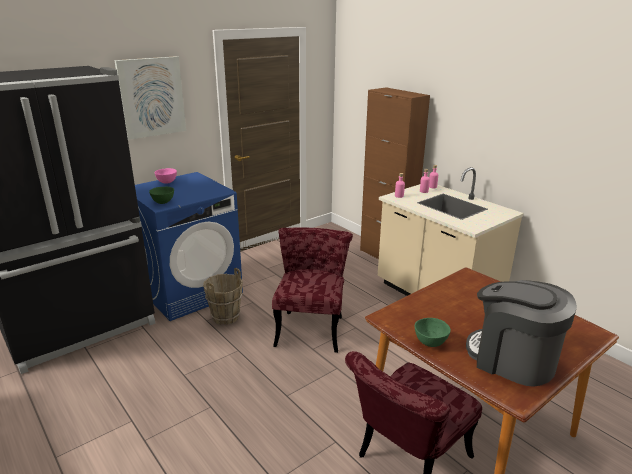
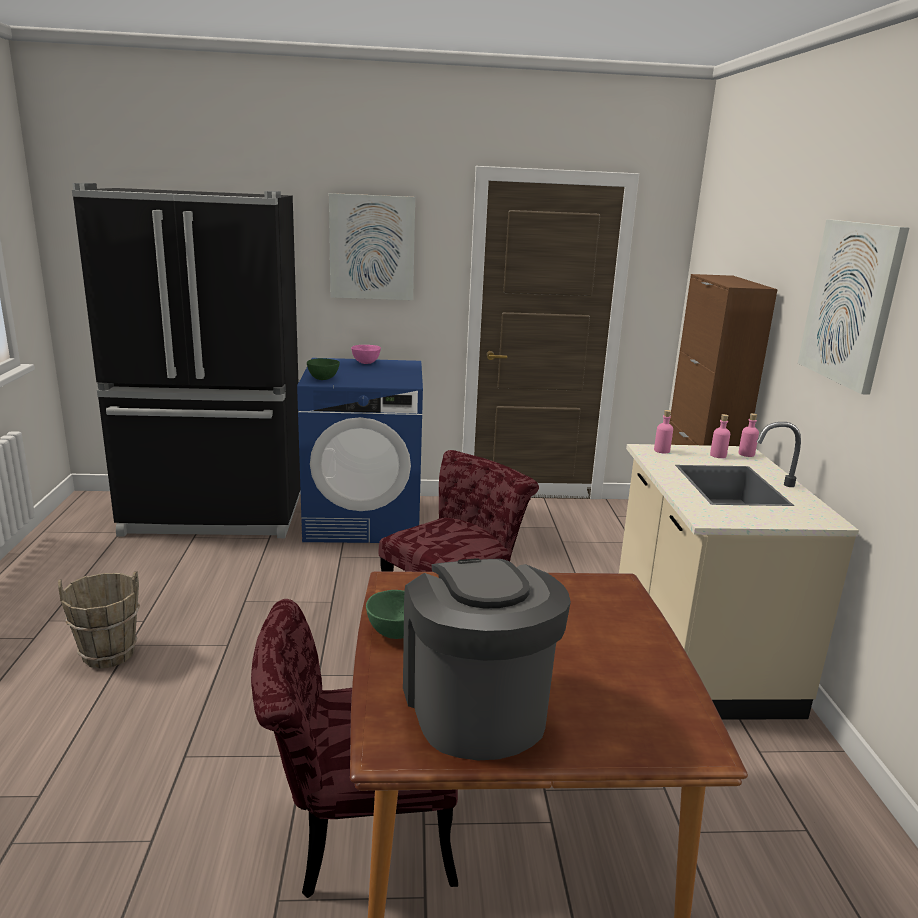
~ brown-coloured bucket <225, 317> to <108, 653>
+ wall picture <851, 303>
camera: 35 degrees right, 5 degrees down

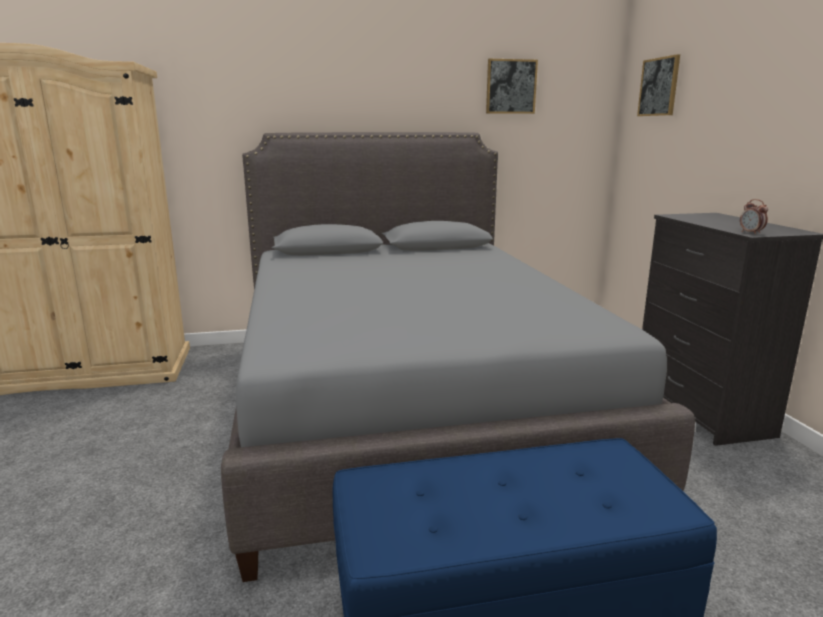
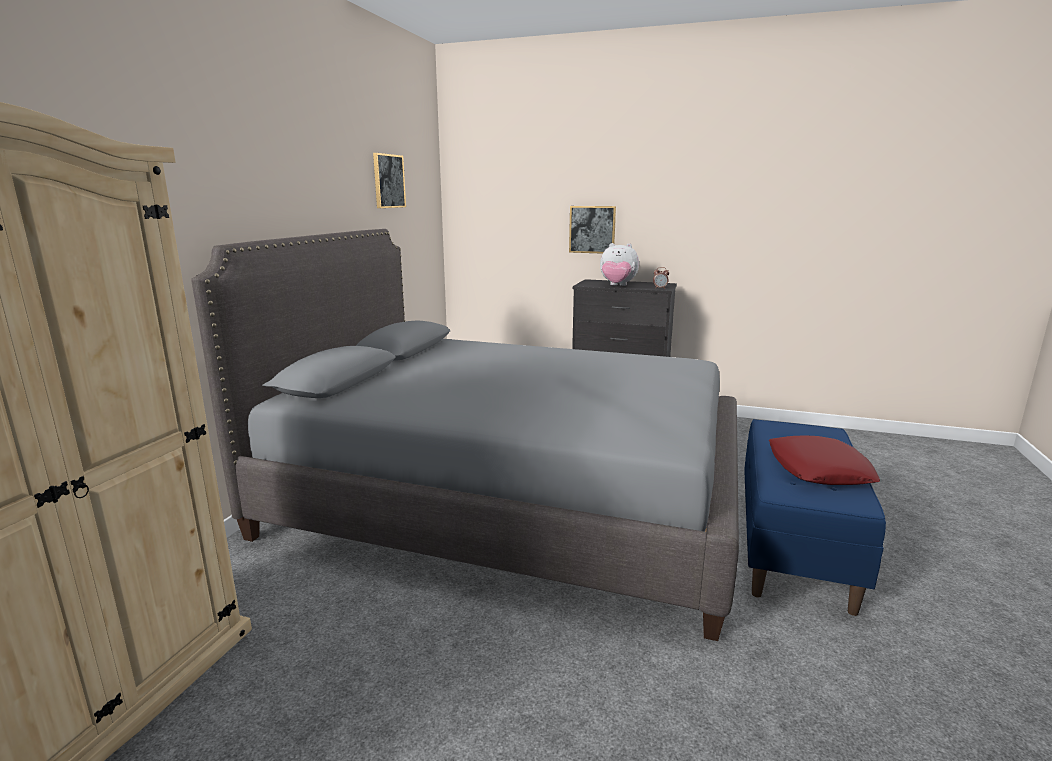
~ wall picture <659, 87> to <592, 229>
+ cuddly toy <617, 286>
+ red throw pillow <818, 469>
camera: 60 degrees left, 0 degrees up

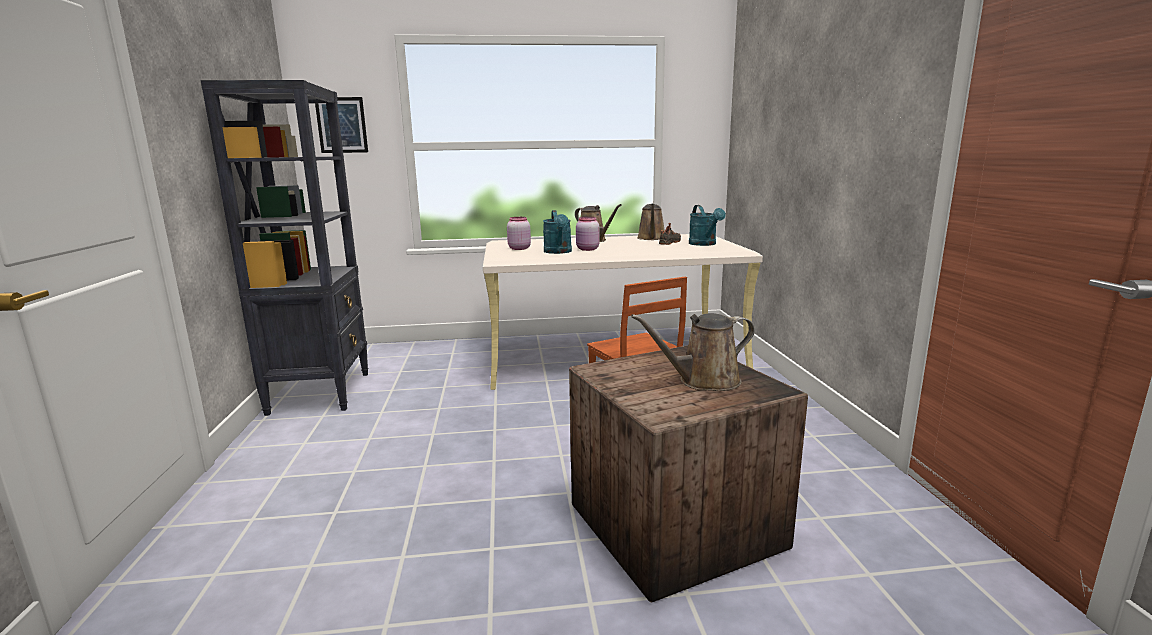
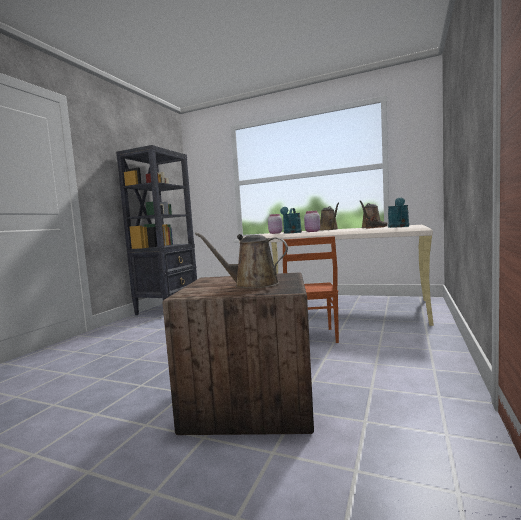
- wall picture <341, 125>
camera: 30 degrees right, 10 degrees down

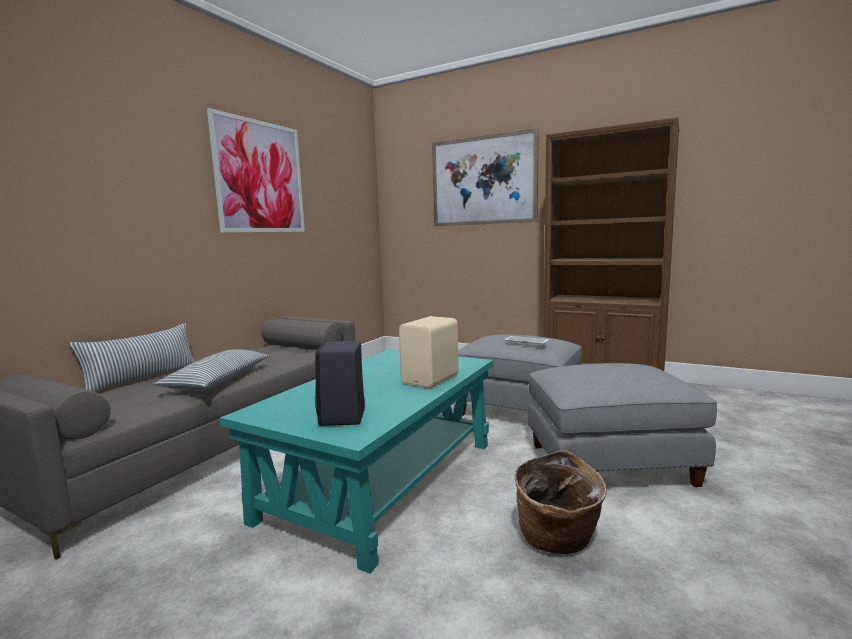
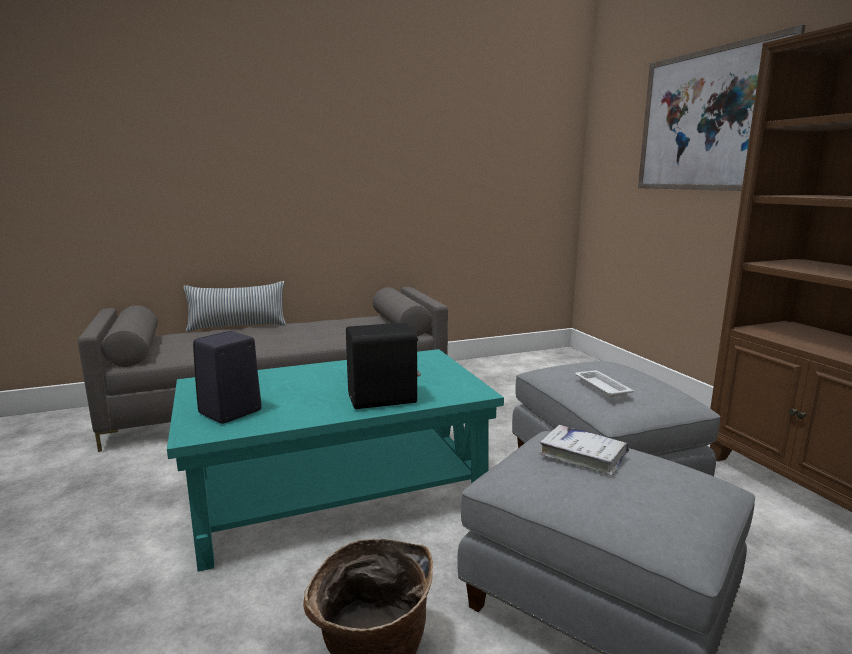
- wall picture <260, 177>
~ sand-coloured speaker <432, 379> to black-coloured speaker <383, 400>
- throw pillow <218, 380>
+ white-coloured book <583, 456>
camera: 40 degrees right, 5 degrees up

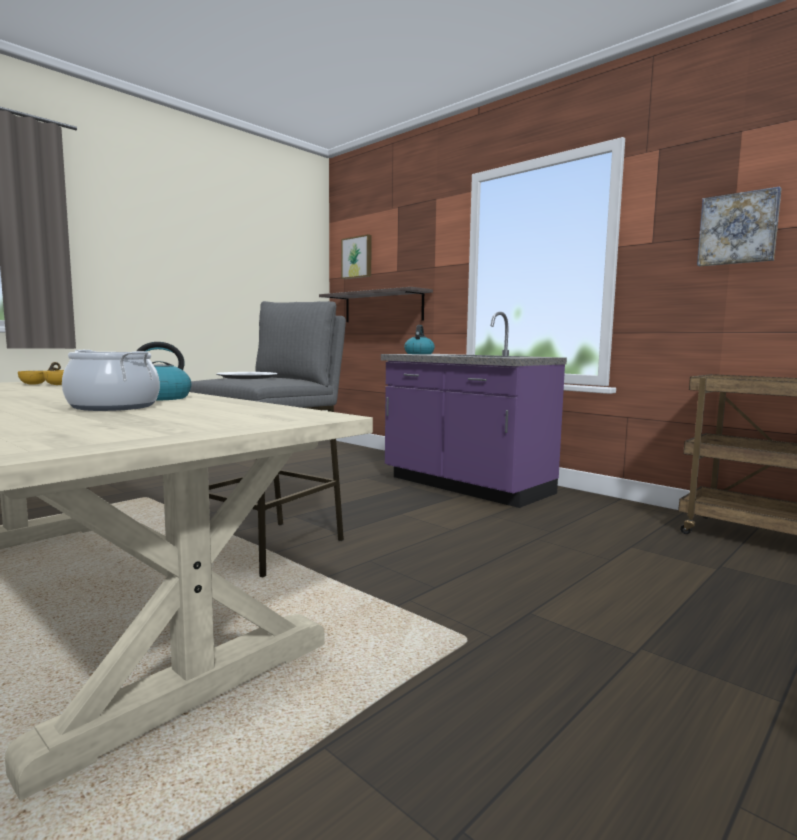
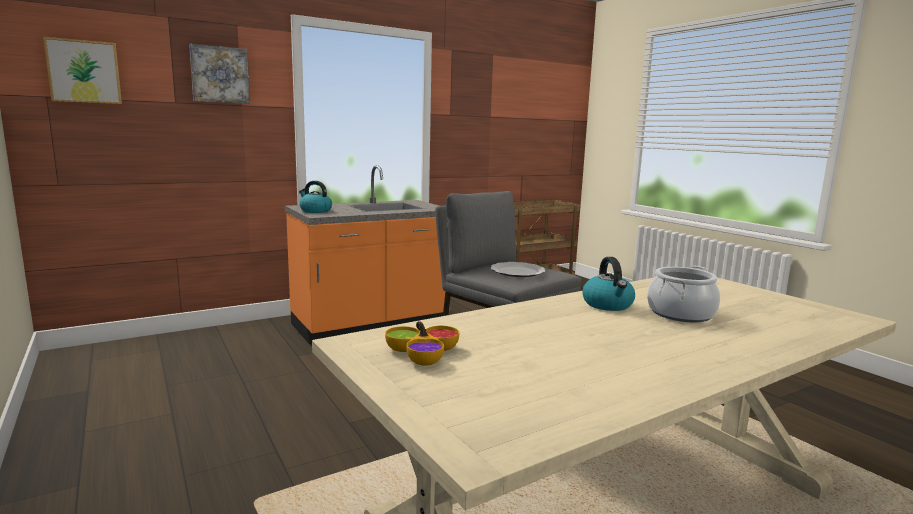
~ wall picture <738, 229> to <220, 75>
- bracket shelf <383, 307>
~ purplish counter <465, 486> to orange counter <371, 324>
camera: 75 degrees left, 5 degrees up

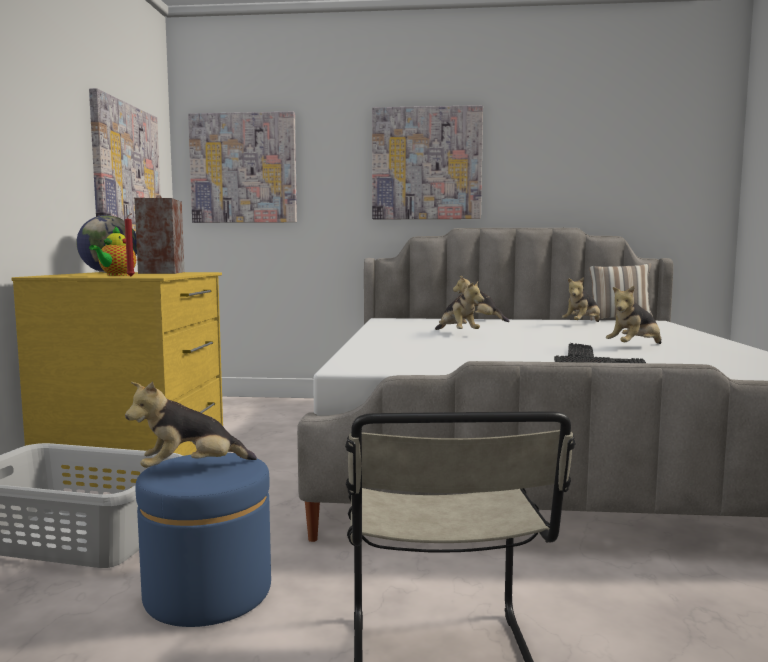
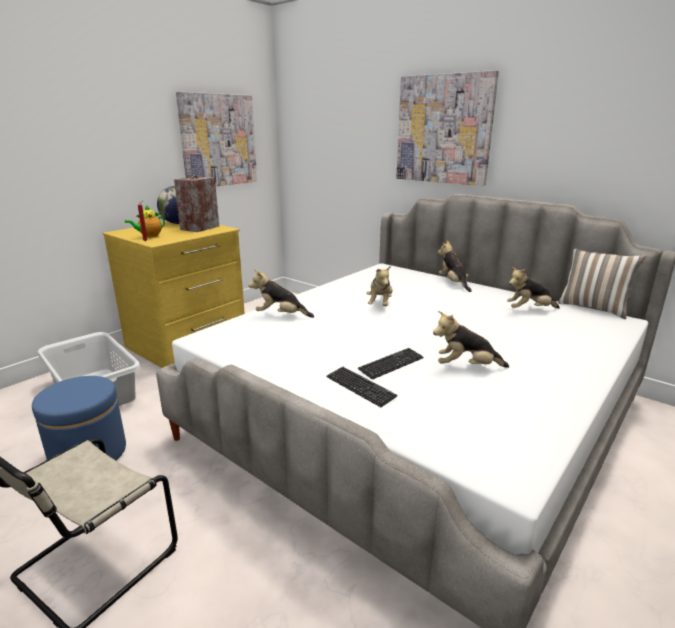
- wall picture <243, 168>
~ cuddly toy <191, 469> to <281, 315>
camera: 35 degrees right, 15 degrees up

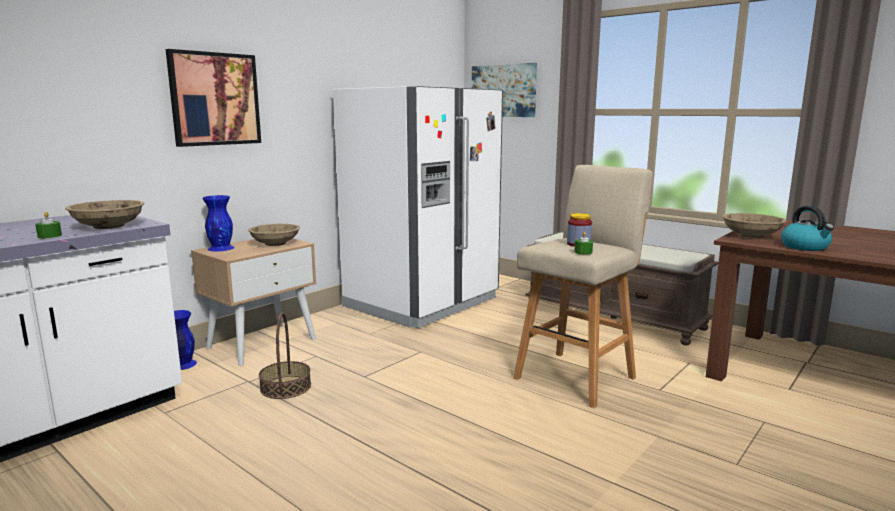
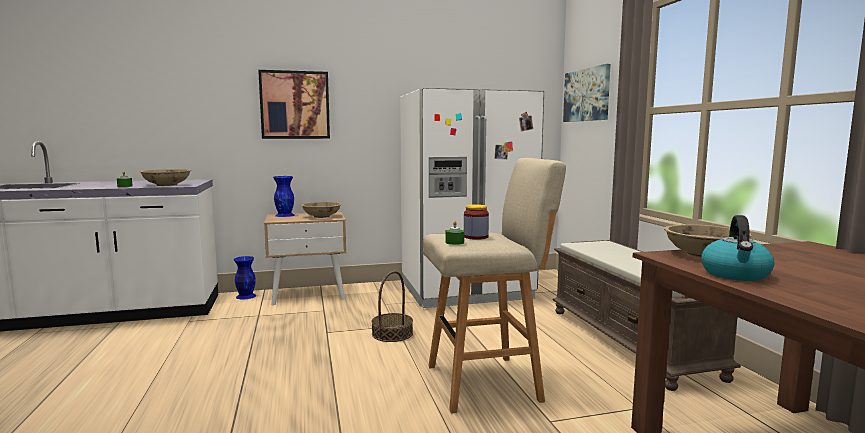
~ storage basket <285, 387> to <392, 334>
camera: 35 degrees right, 5 degrees down

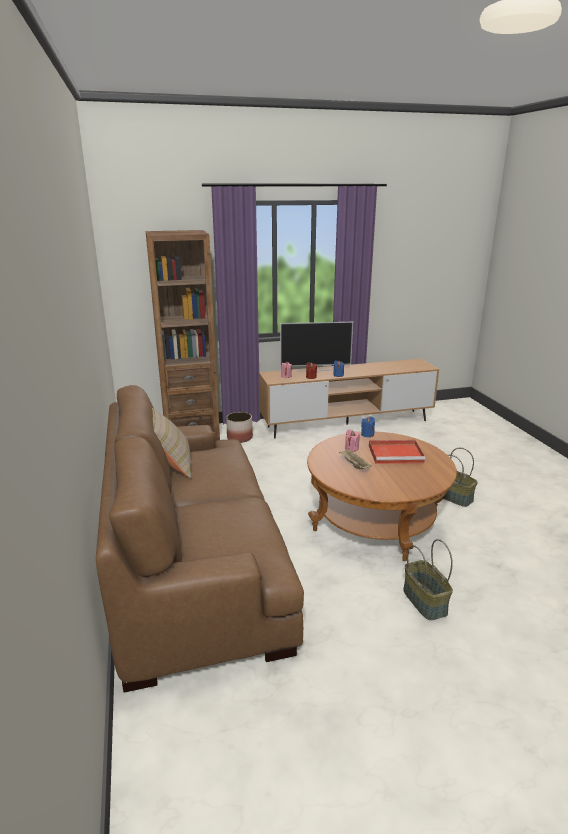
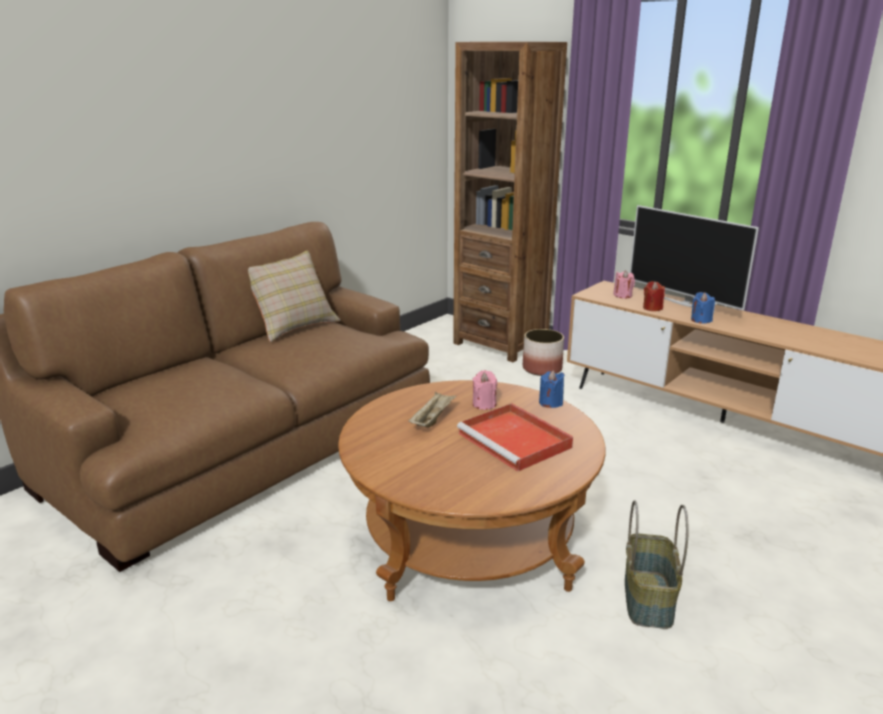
- storage basket <425, 601>
camera: 55 degrees right, 0 degrees up

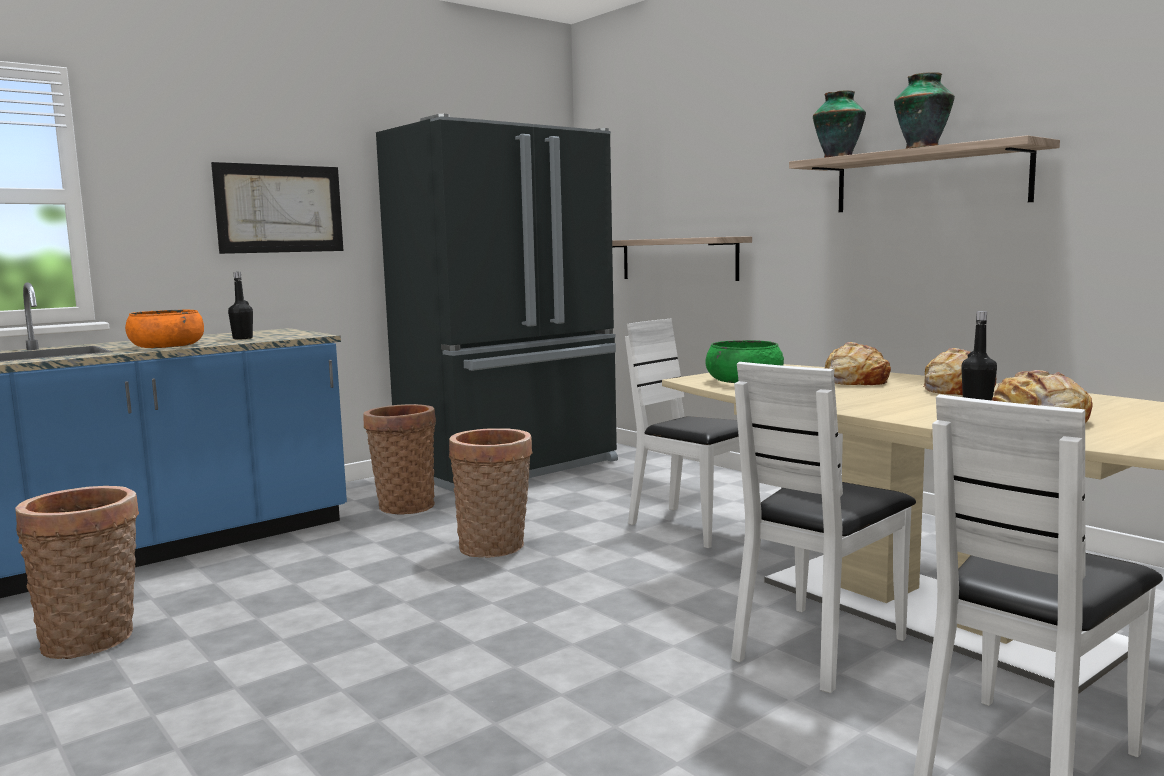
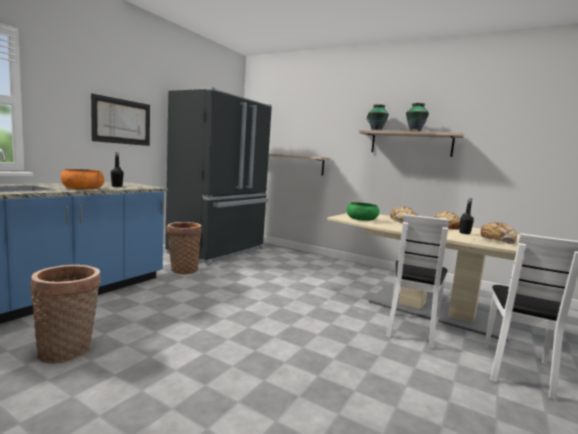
- white-coloured upright chair <692, 526>
- storage basket <495, 548>
camera: 20 degrees left, 0 degrees up

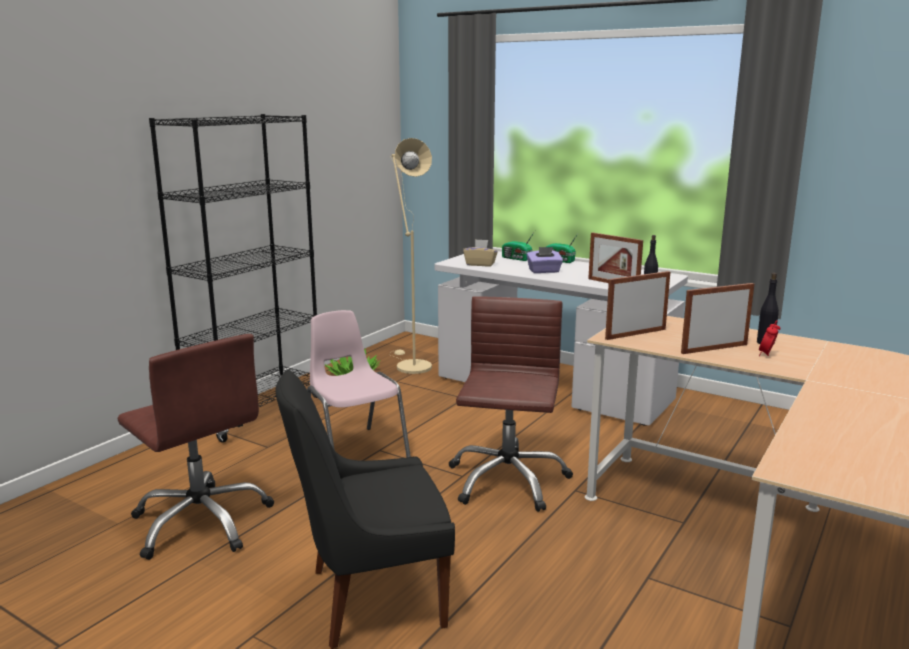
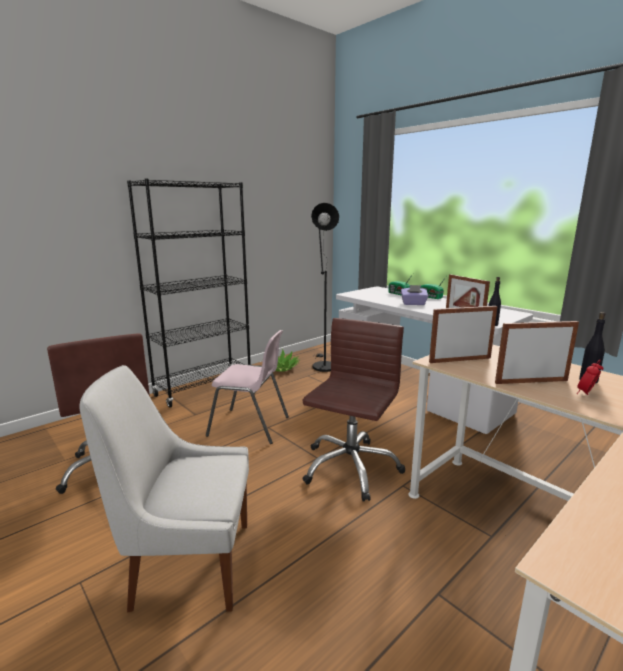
~ sand-coloured floor lamp <410, 365> to black-coloured floor lamp <322, 365>
- sand-coloured tissue holder <480, 264>
~ pink-coloured upright chair <355, 452> = <250, 426> 120 degrees clockwise
~ black-coloured upright chair <370, 599> to white-coloured upright chair <188, 564>
camera: 15 degrees right, 0 degrees up

